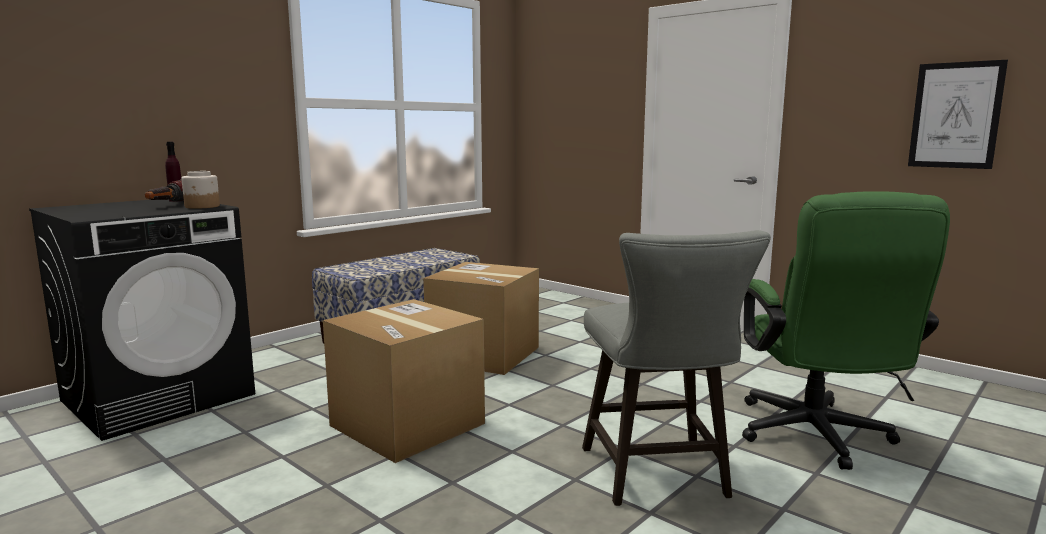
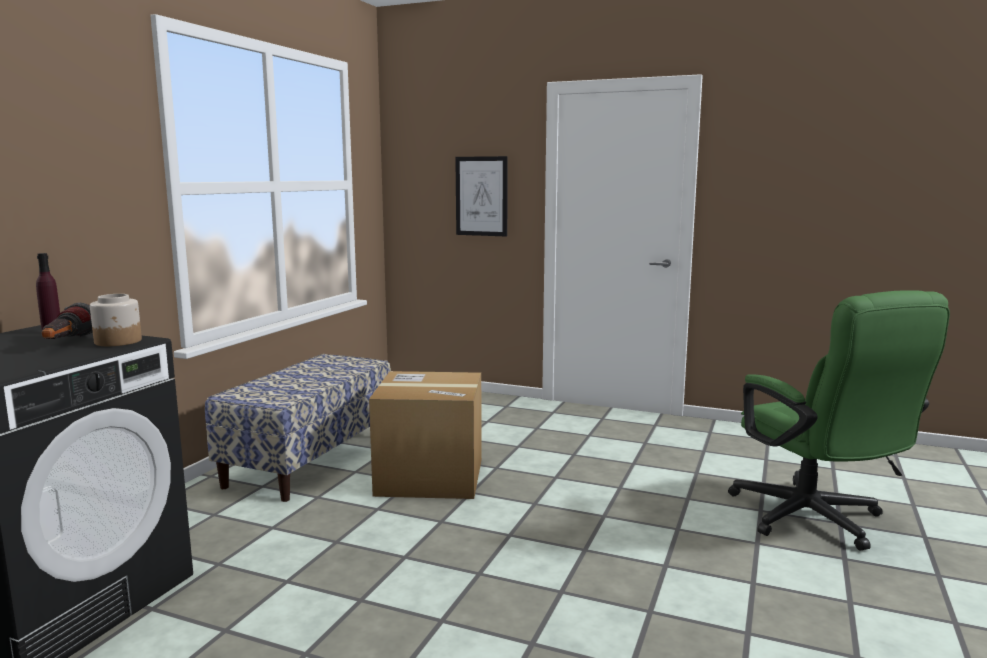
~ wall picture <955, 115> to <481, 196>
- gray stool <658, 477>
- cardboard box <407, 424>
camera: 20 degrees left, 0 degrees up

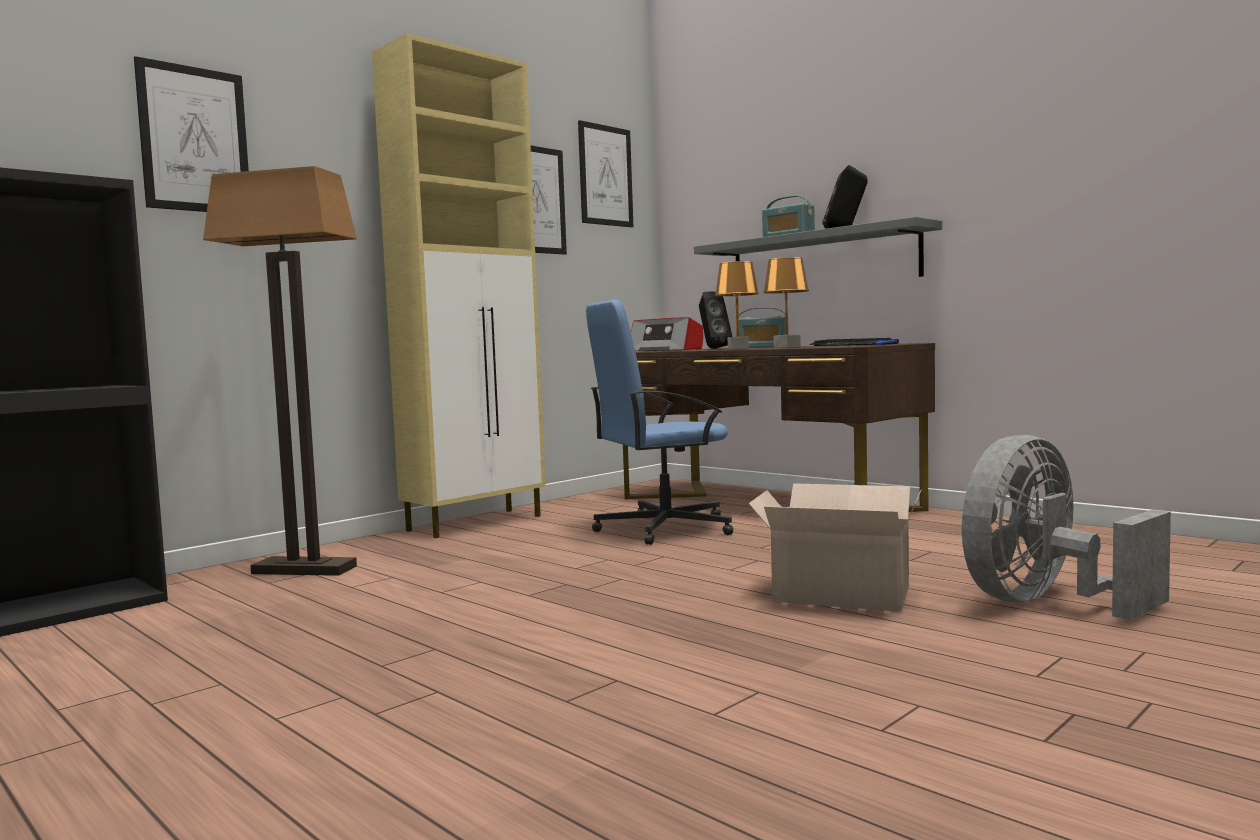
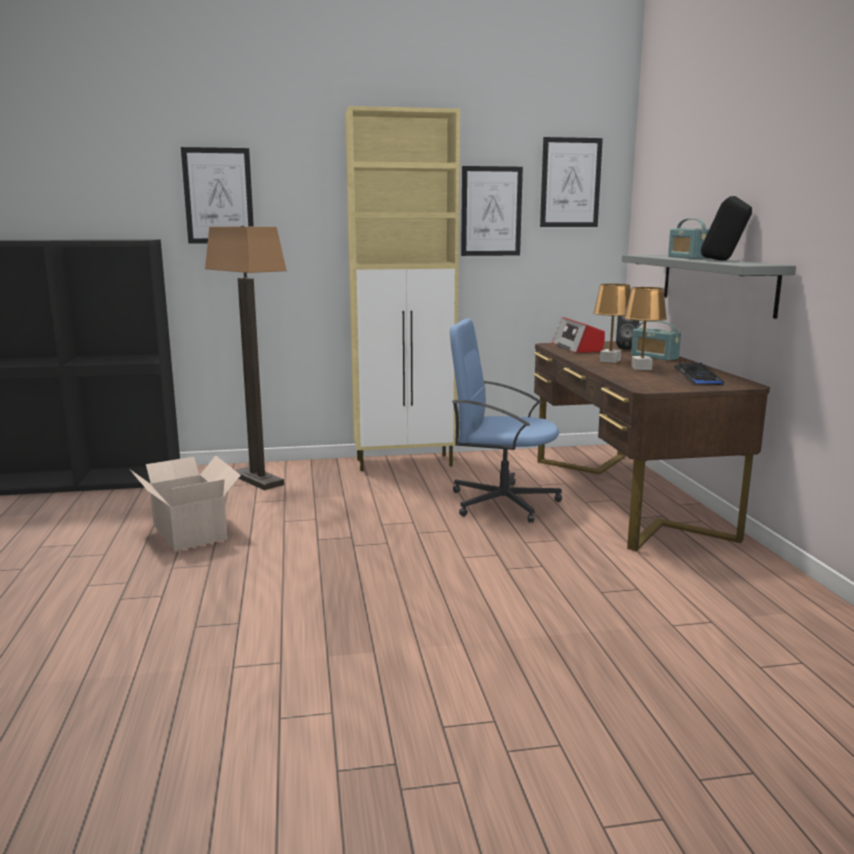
- gray cooling fan <1044, 603>
~ cardboard box <837, 594> to <189, 531>
camera: 35 degrees right, 10 degrees up

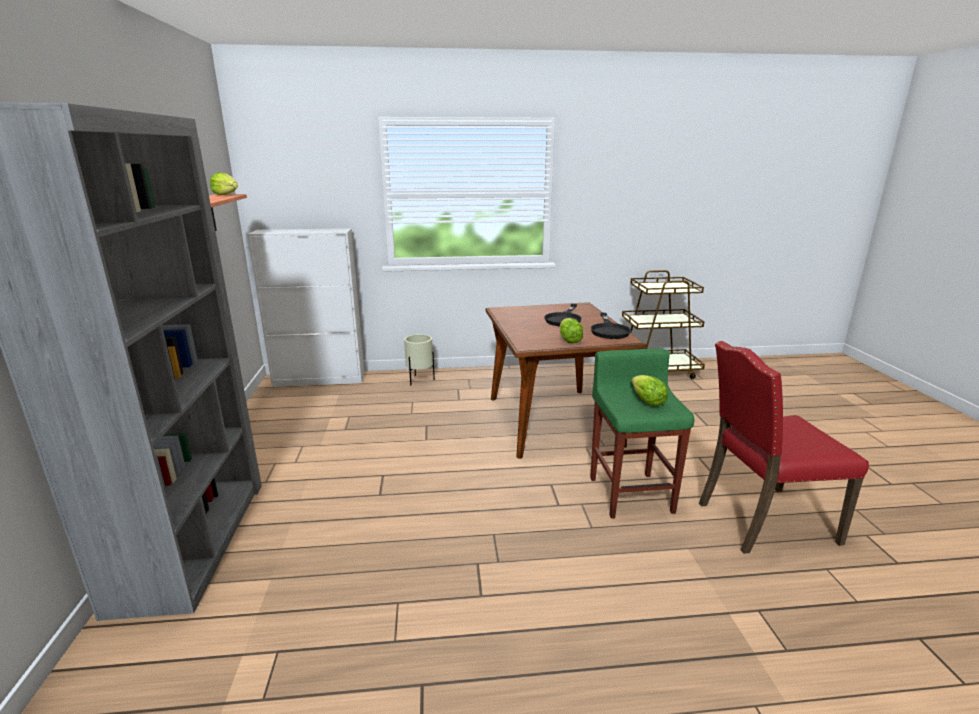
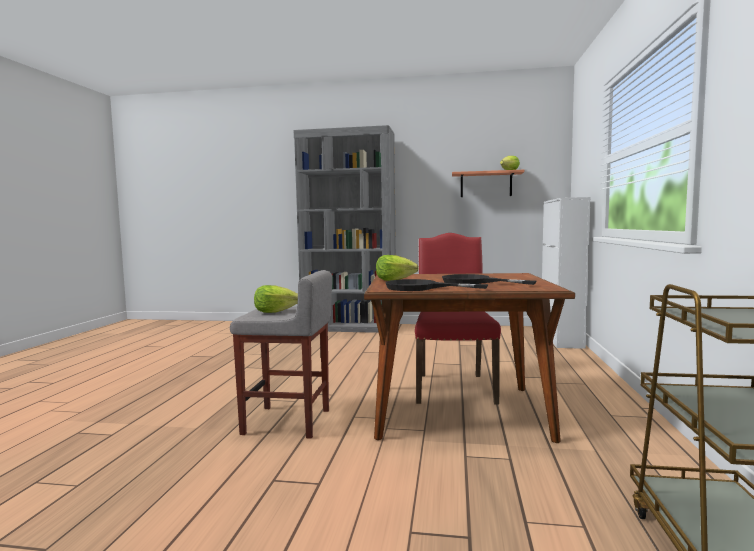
- sand-coloured planter <420, 380>
~ red upright chair <762, 521> to <453, 387>
~ green stool <630, 494> to gray stool <288, 422>
camera: 105 degrees right, 15 degrees down

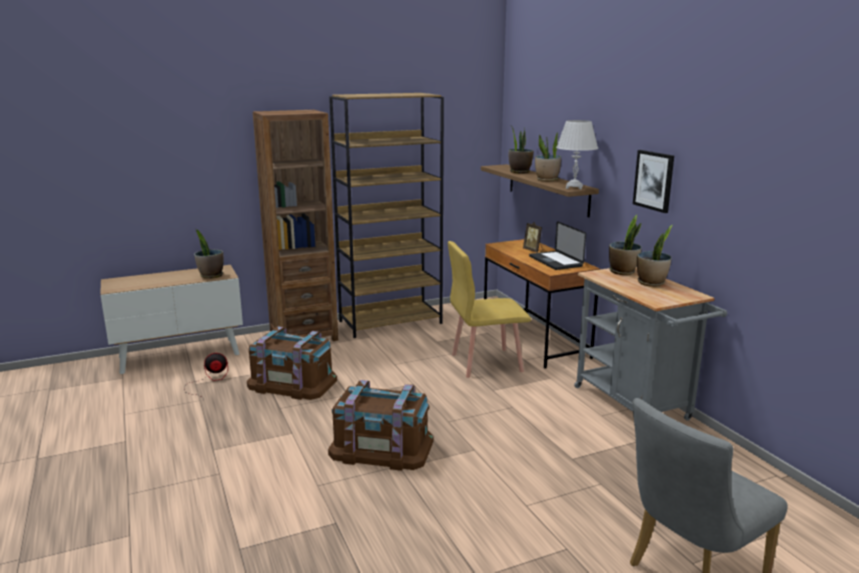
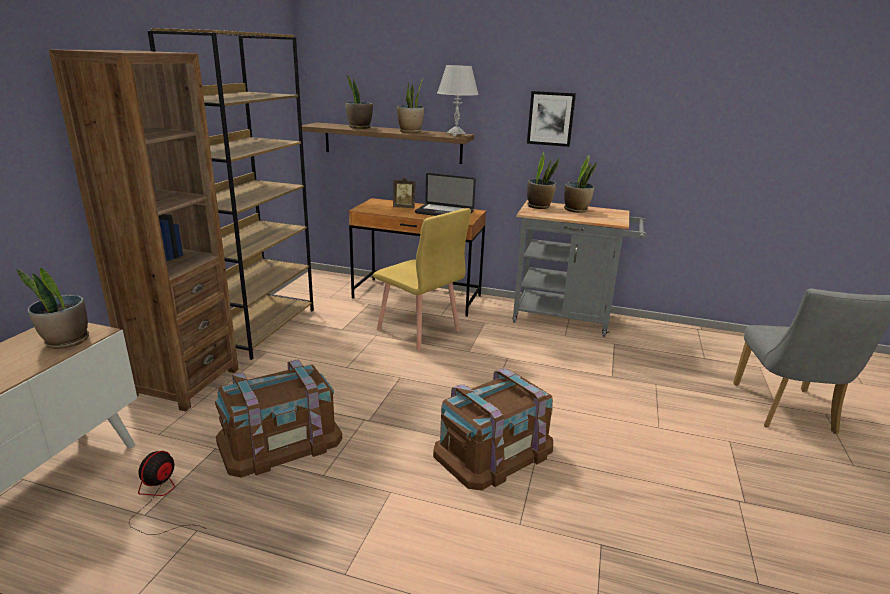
~ yellow upright chair <485, 362> = <418, 330> 75 degrees counterclockwise
camera: 50 degrees left, 5 degrees up

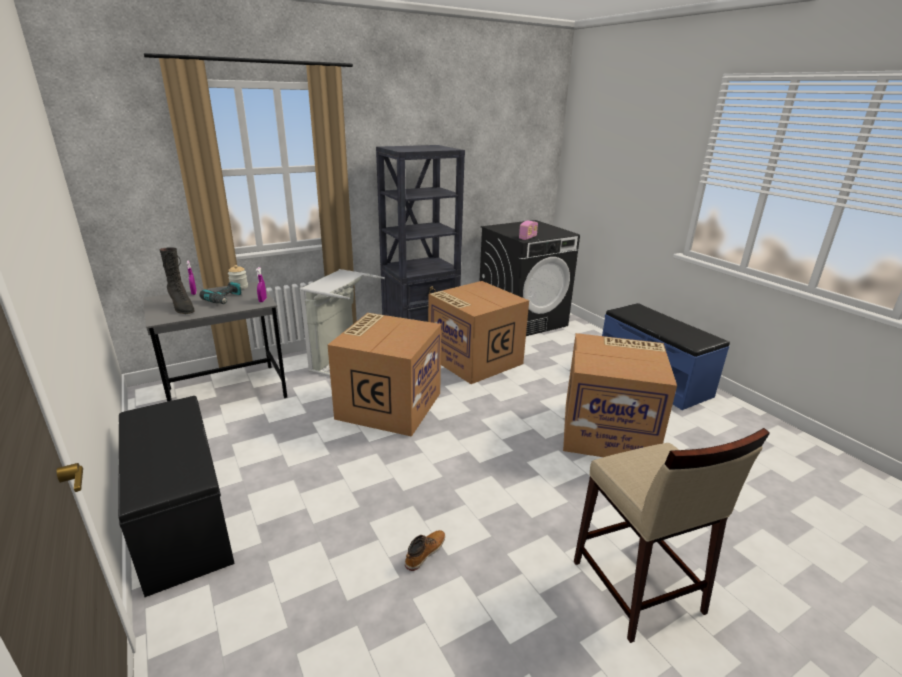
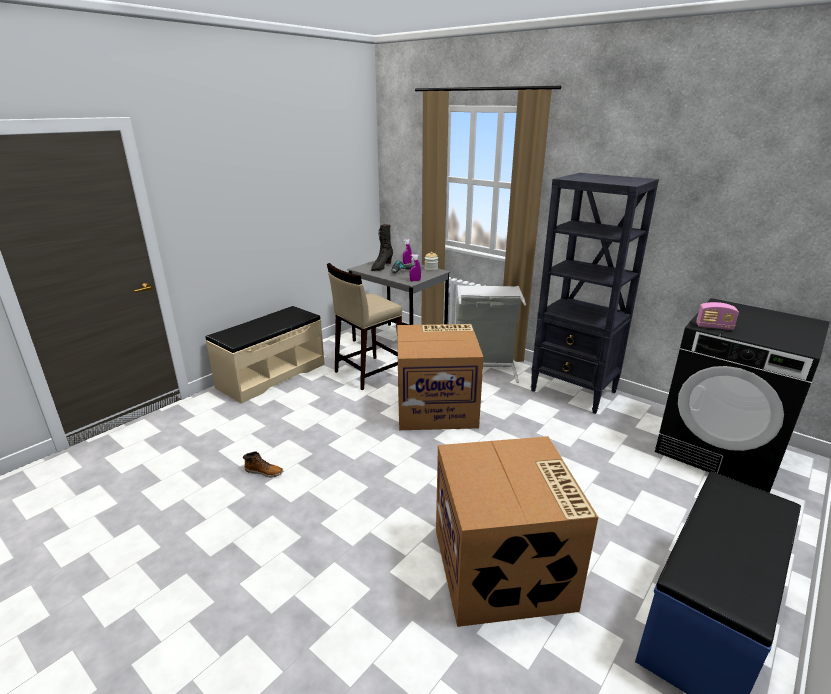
- cardboard box <473, 360>
~ black-coloured long seat <181, 519> to sand-coloured long seat <271, 375>
~ sand-coloured stool <636, 587> to <367, 372>
camera: 70 degrees right, 0 degrees up

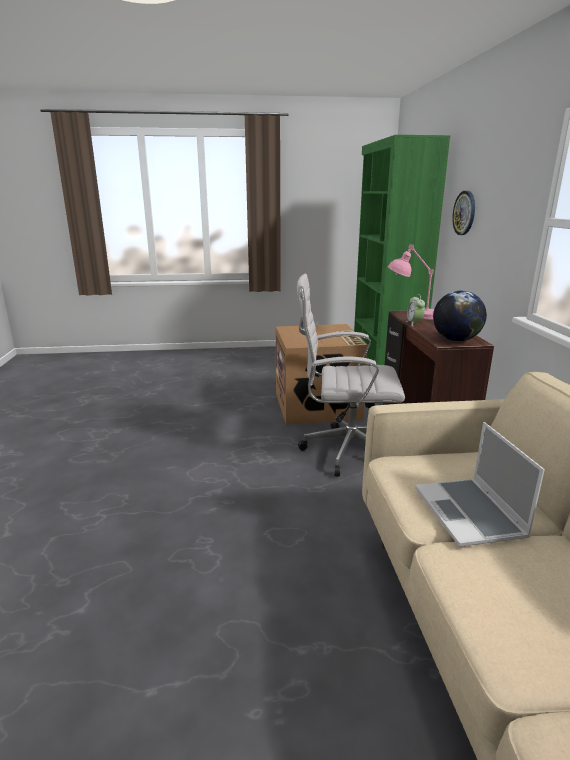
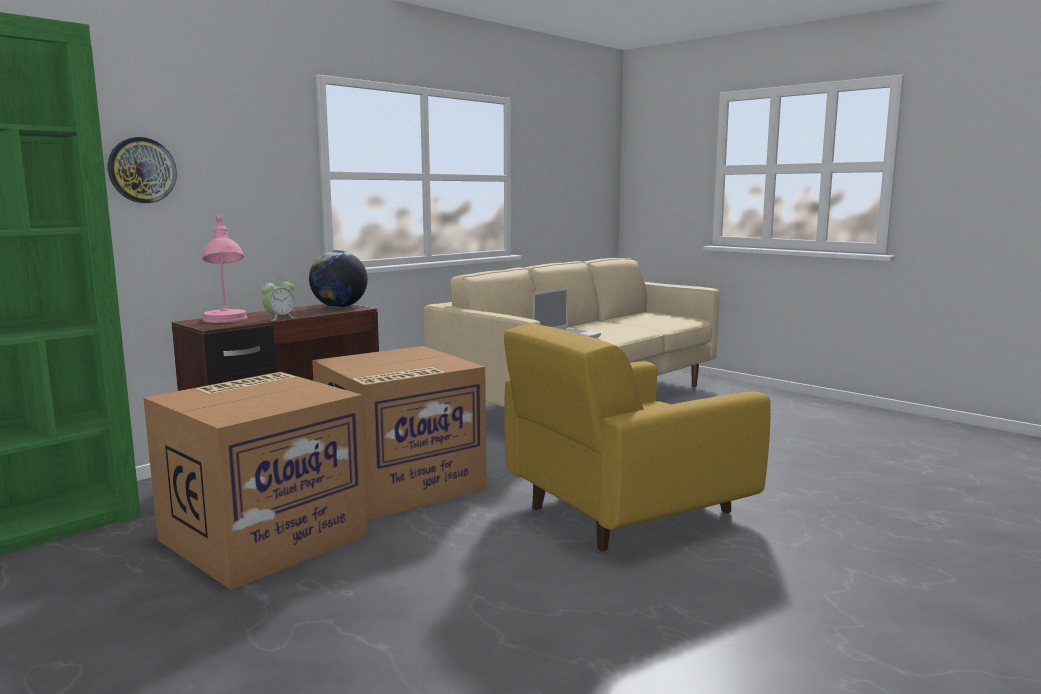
~ white-coloured desk chair <344, 451> to cardboard box <400, 485>
+ yellow armchair <624, 511>
camera: 130 degrees left, 10 degrees down

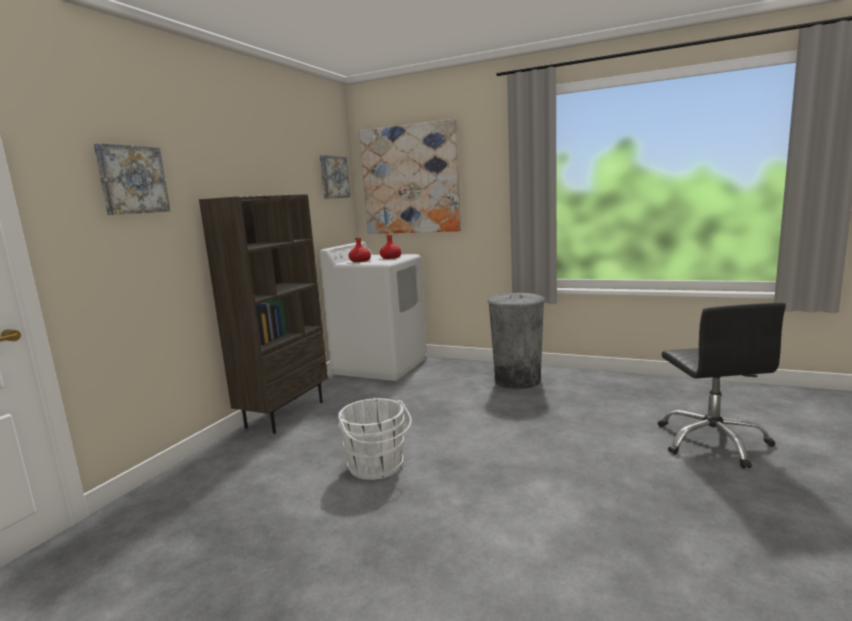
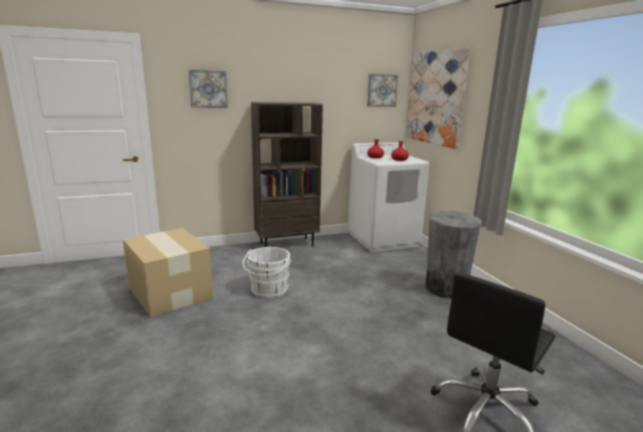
+ cardboard box <170, 291>
camera: 45 degrees right, 5 degrees up

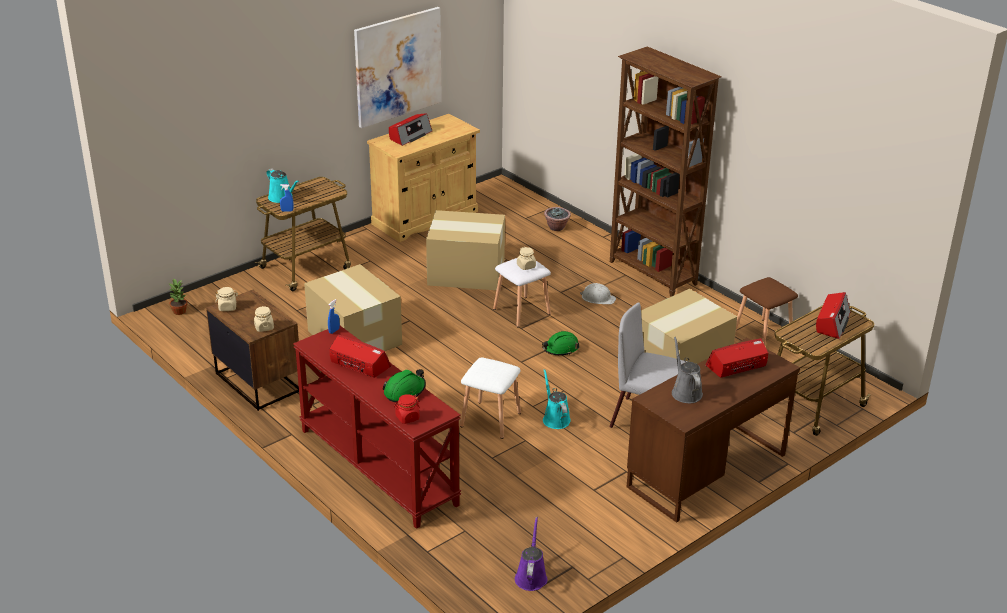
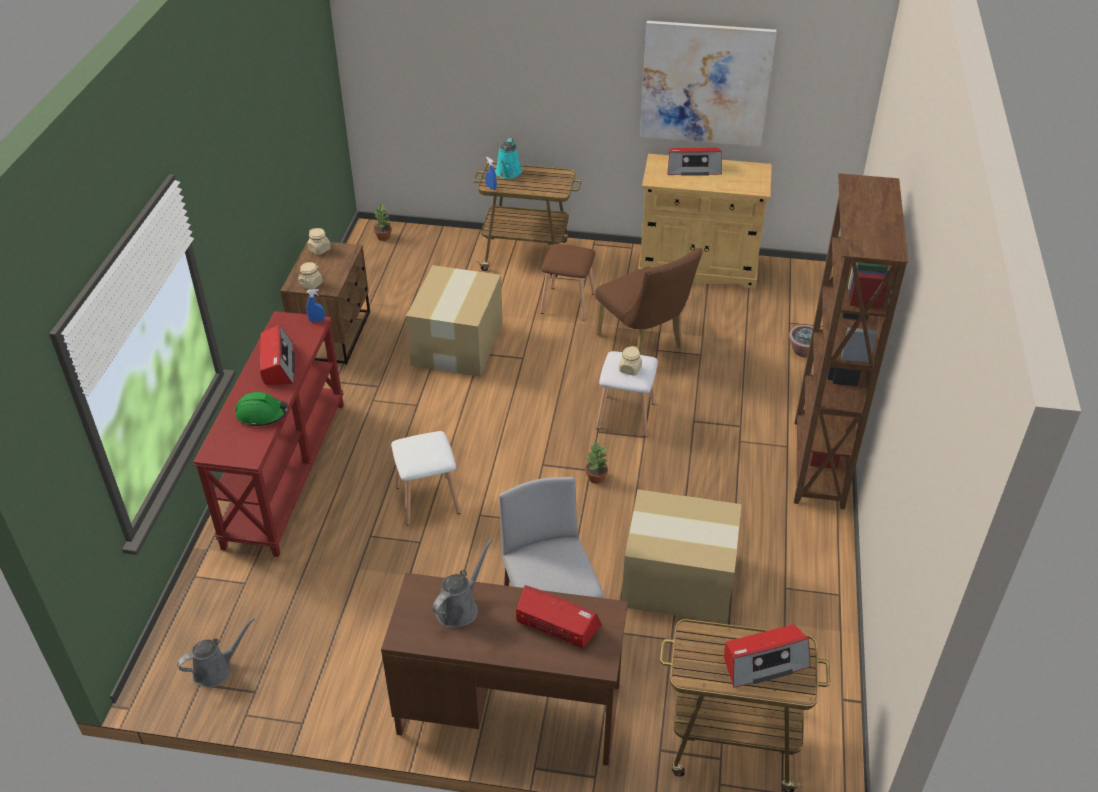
~ cardboard box <467, 272> to brown-coloured upright chair <644, 344>
~ brown-coloured stool <763, 334> to <568, 303>
- white-coloured hard hat <598, 298>
~ green hard hat <560, 349> to houseplant <596, 478>
- turquoise-coloured watering can <555, 418>
- red storage jar <407, 418>
~ purplish watering can <531, 576> to gray watering can <216, 669>
camera: 50 degrees right, 10 degrees up

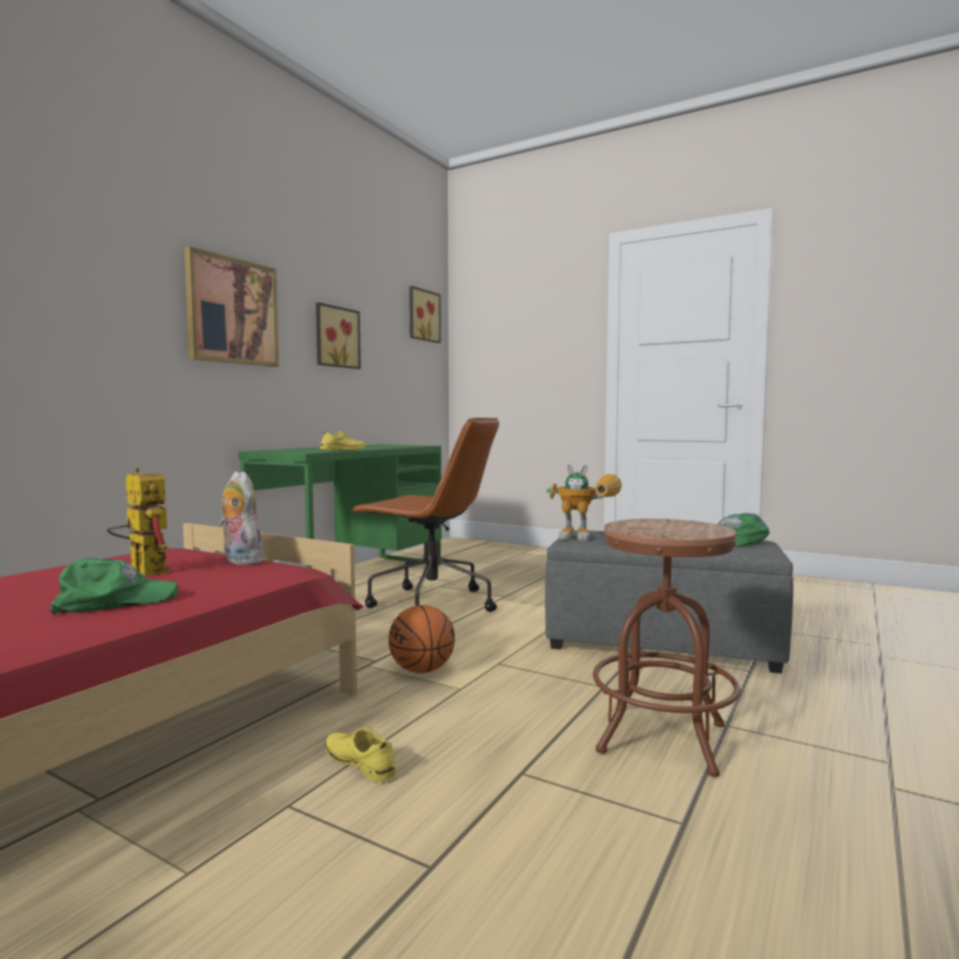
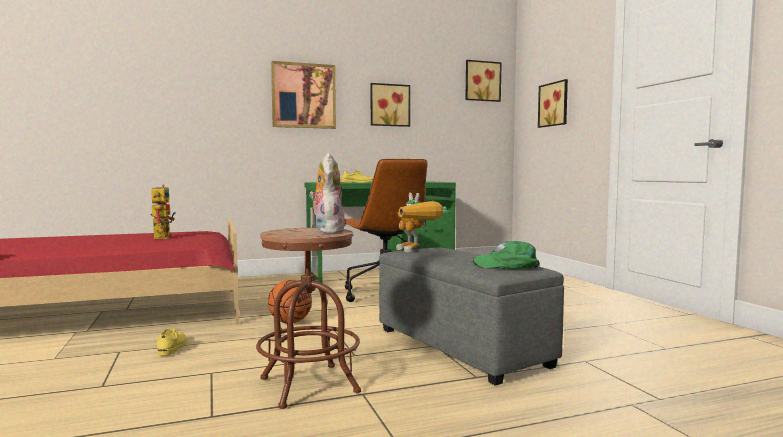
~ cuddly toy <239, 561> to <327, 231>
- green baseball cap <115, 601>
+ wall picture <554, 104>
camera: 40 degrees right, 0 degrees up

